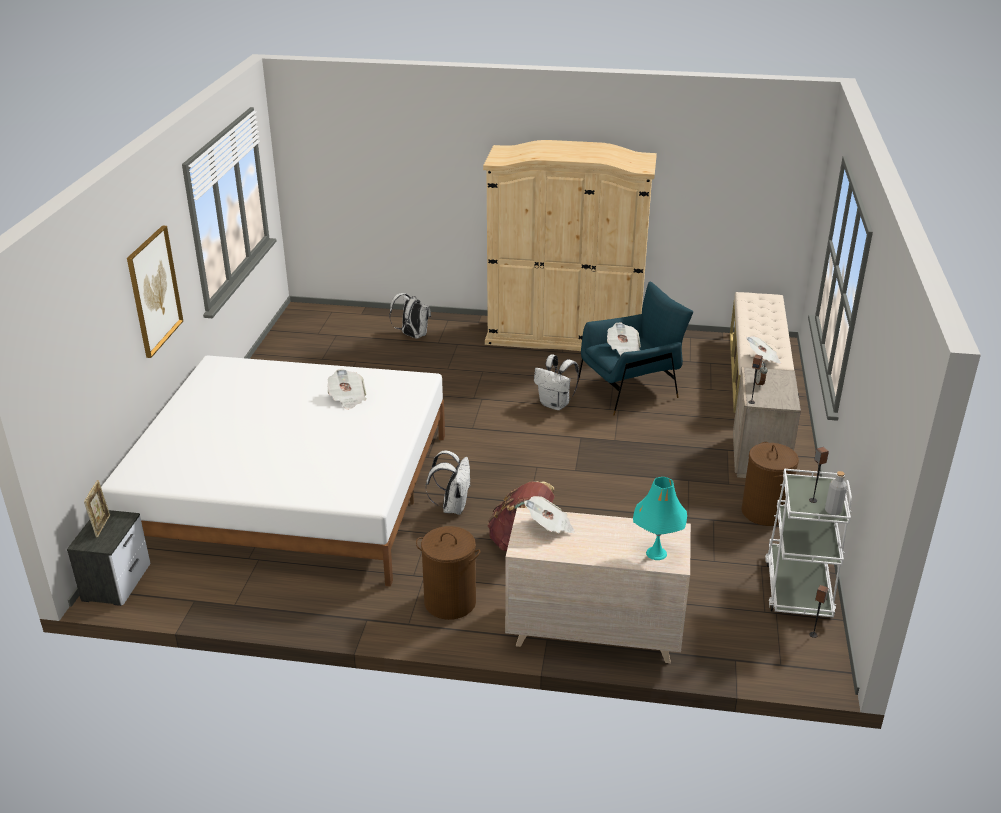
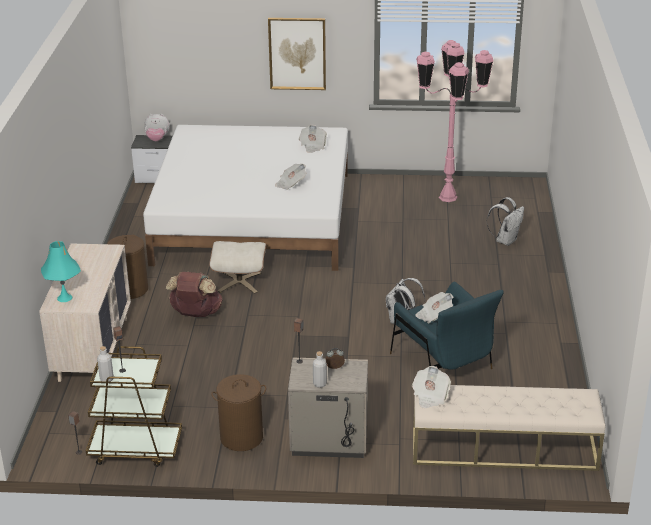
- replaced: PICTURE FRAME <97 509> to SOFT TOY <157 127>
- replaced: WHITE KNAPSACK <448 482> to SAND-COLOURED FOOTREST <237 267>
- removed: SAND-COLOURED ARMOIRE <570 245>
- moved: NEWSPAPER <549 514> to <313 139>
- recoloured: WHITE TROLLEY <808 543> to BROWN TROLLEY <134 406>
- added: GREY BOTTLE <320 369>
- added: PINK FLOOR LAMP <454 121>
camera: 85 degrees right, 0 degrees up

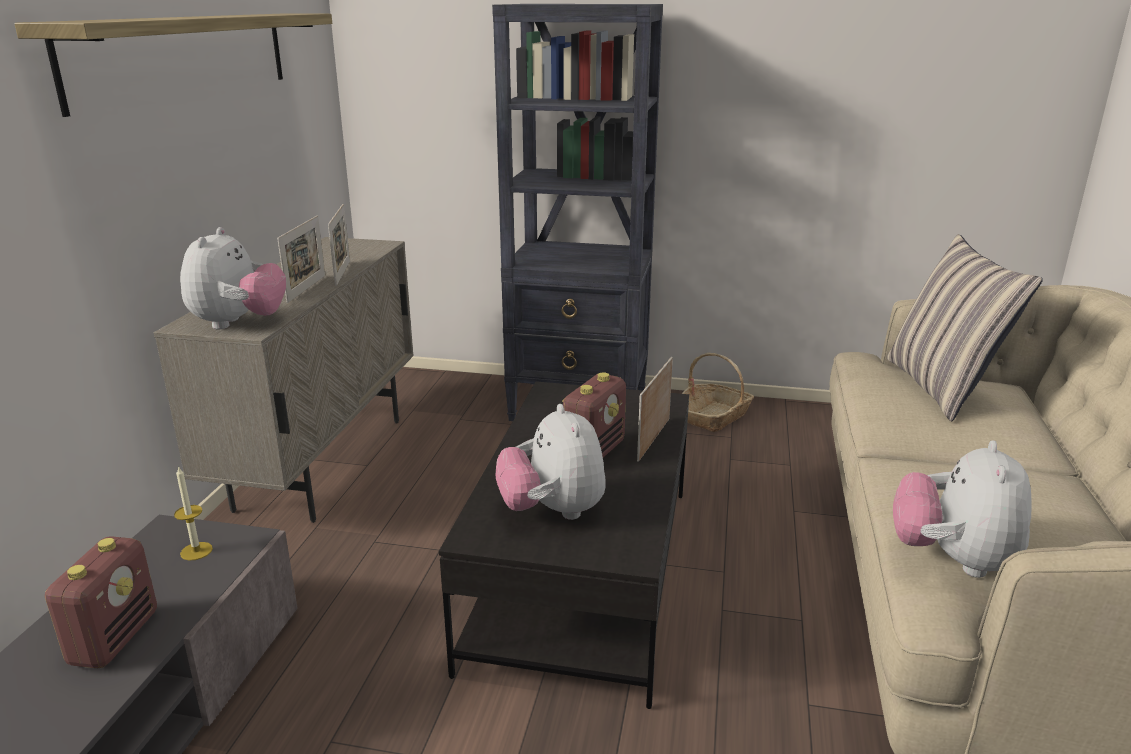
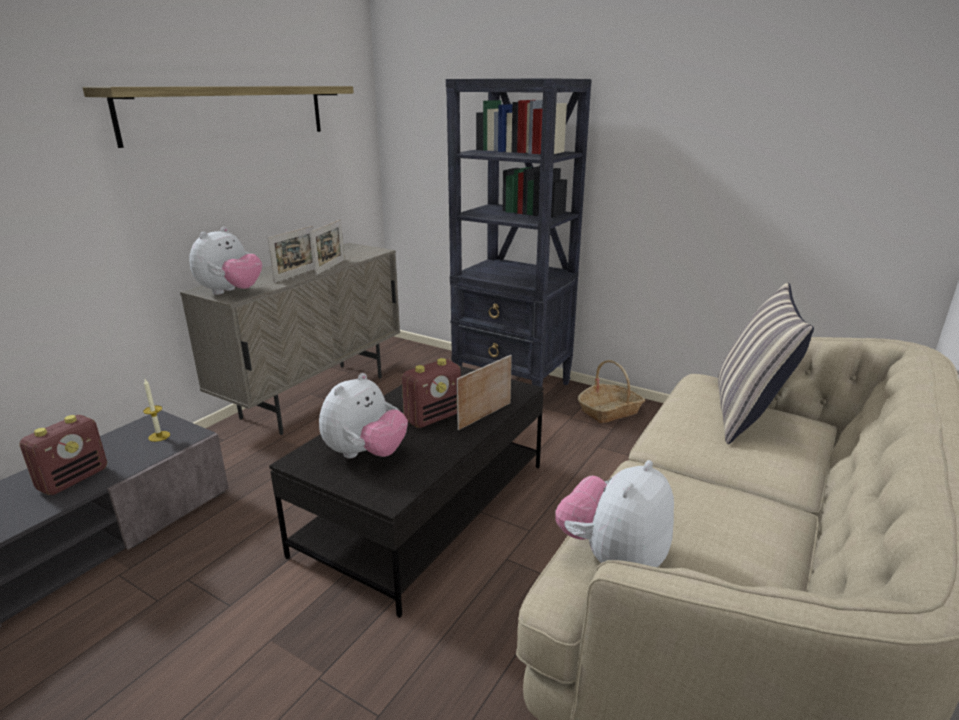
- turned: SOFT TOY <551 462> = <363 416> 150 degrees counterclockwise
camera: 20 degrees right, 0 degrees up

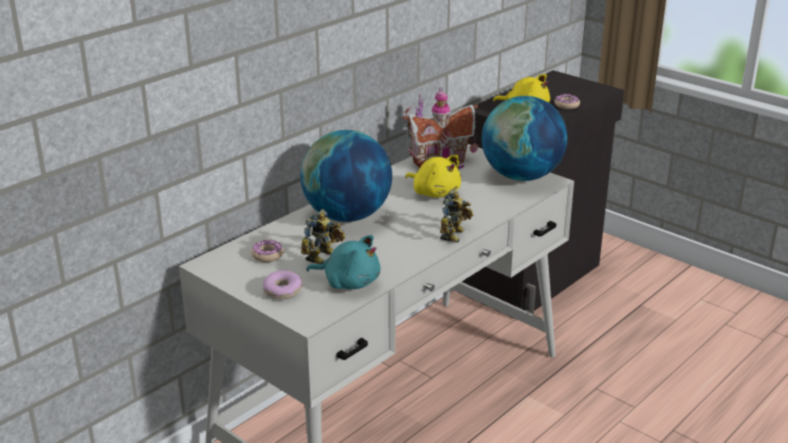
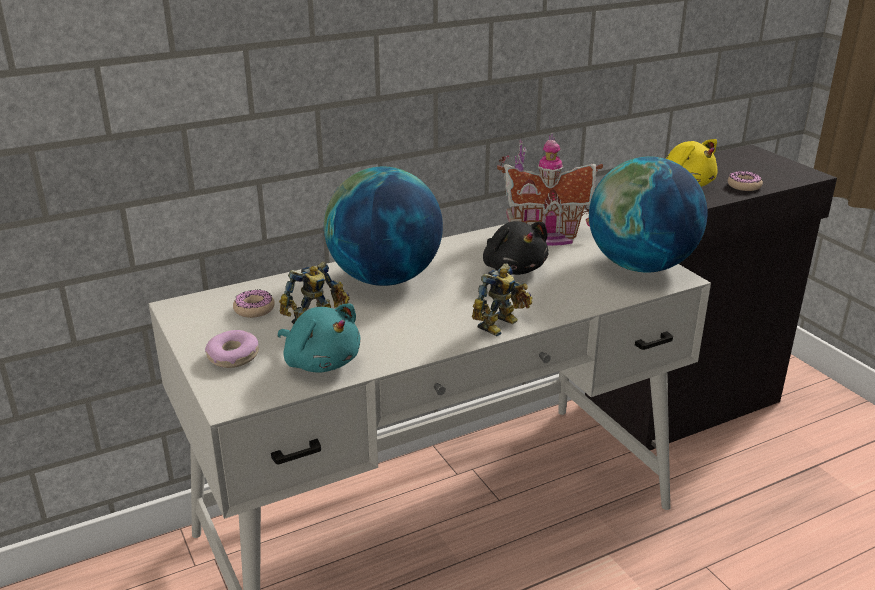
- recoloured: YELLOW-COLOURED SOFT TOY <433 176> to BLACKISH SOFT TOY <516 248>
camera: 20 degrees right, 0 degrees up

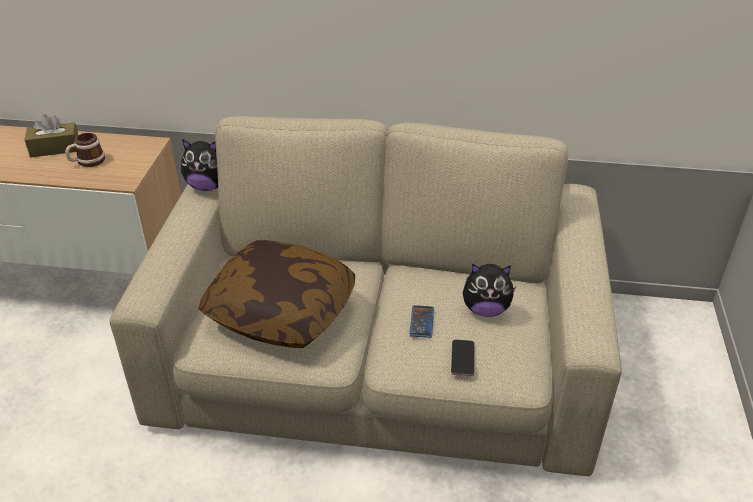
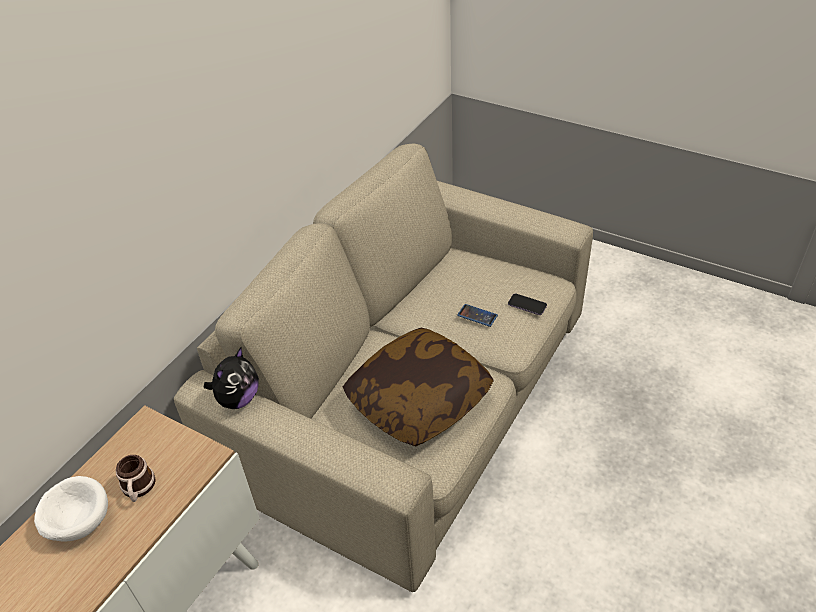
- replaced: BROWN TISSUE BOX <51 135> to WHITE DEEP DISH <71 509>
- removed: SOFT TOY <489 290>
camera: 65 degrees left, 5 degrees up

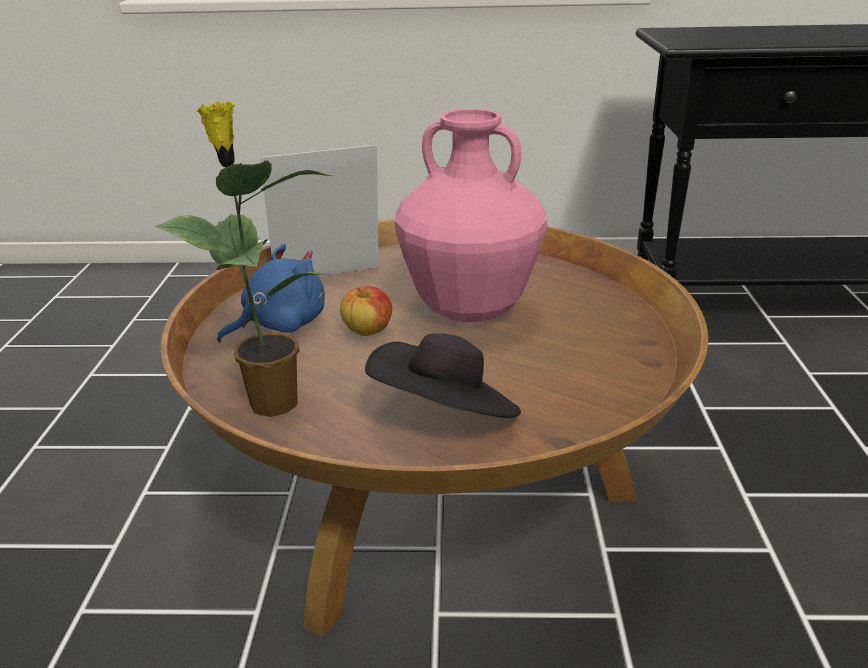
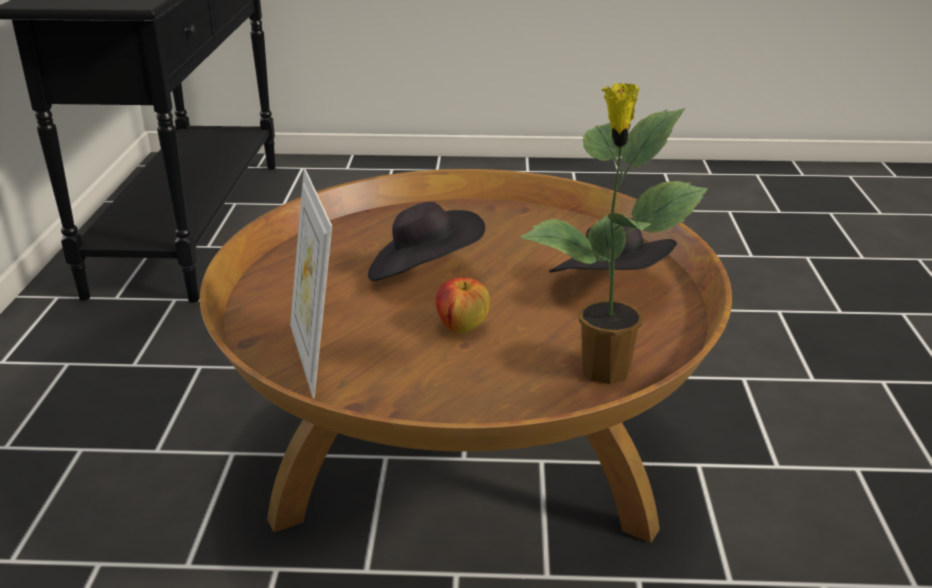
- removed: BLUE SOFT TOY <271 293>
- replaced: PINK VASE <471 215> to BLACKISH CLOTHING HAT <426 241>
camera: 90 degrees left, 0 degrees up

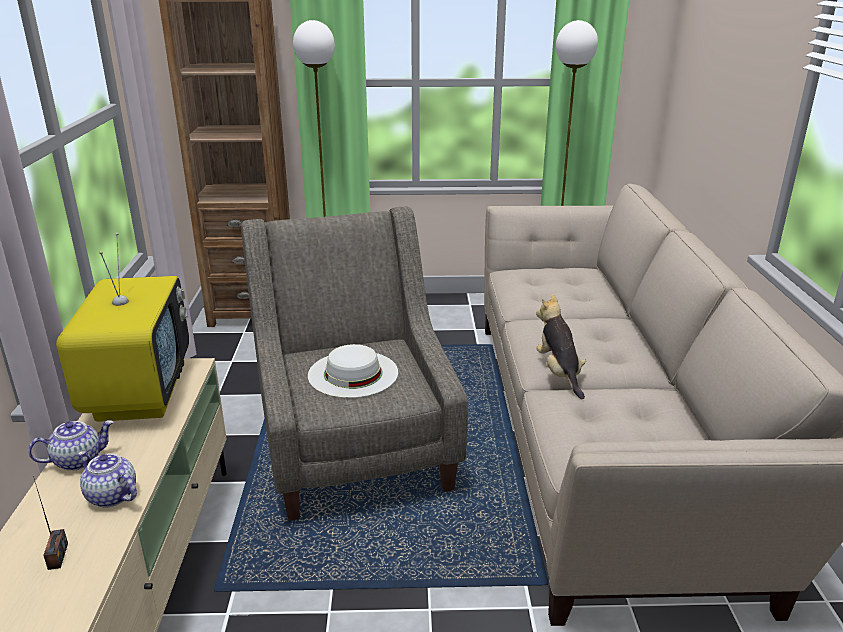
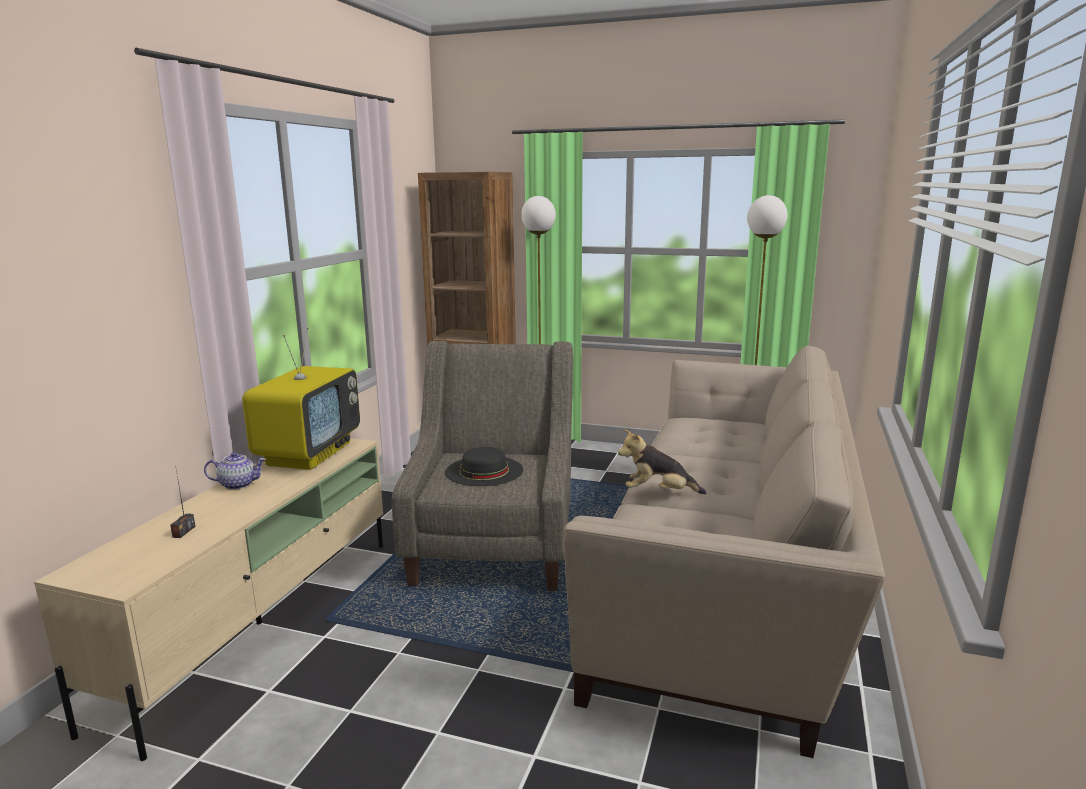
- removed: TEA POT <107 479>
- recoloured: WHITE CLOTHING HAT <353 371> to BLACKISH CLOTHING HAT <484 466>
- turned: SOFT TOY <561 346> = <662 461> 90 degrees counterclockwise
camera: 20 degrees right, 10 degrees down

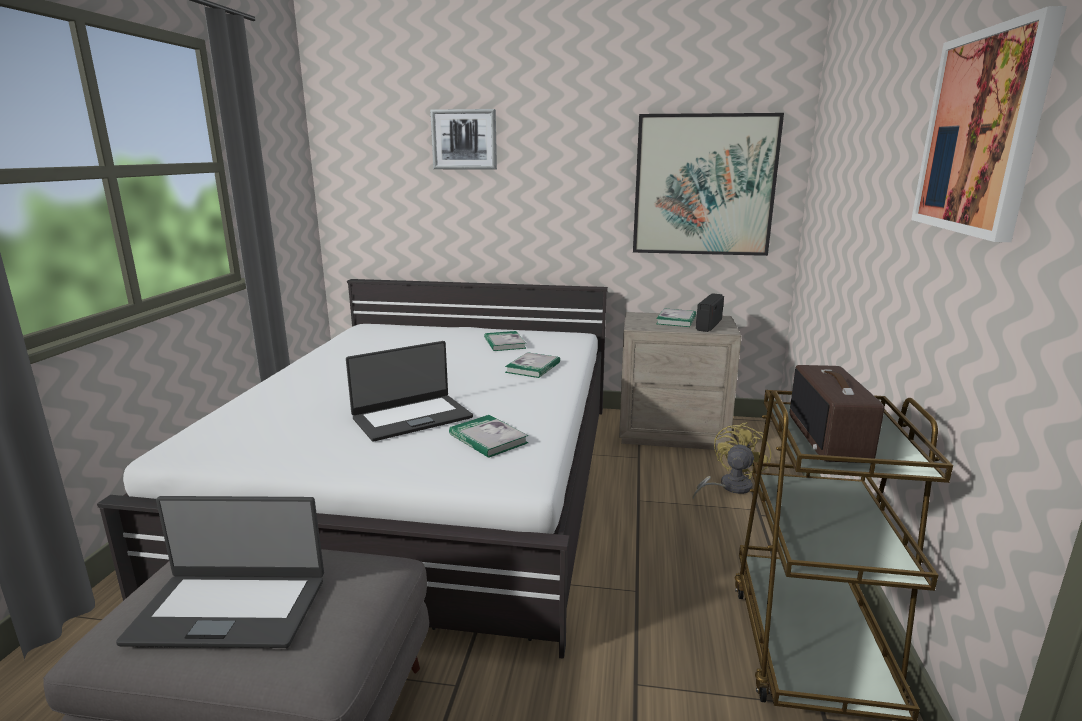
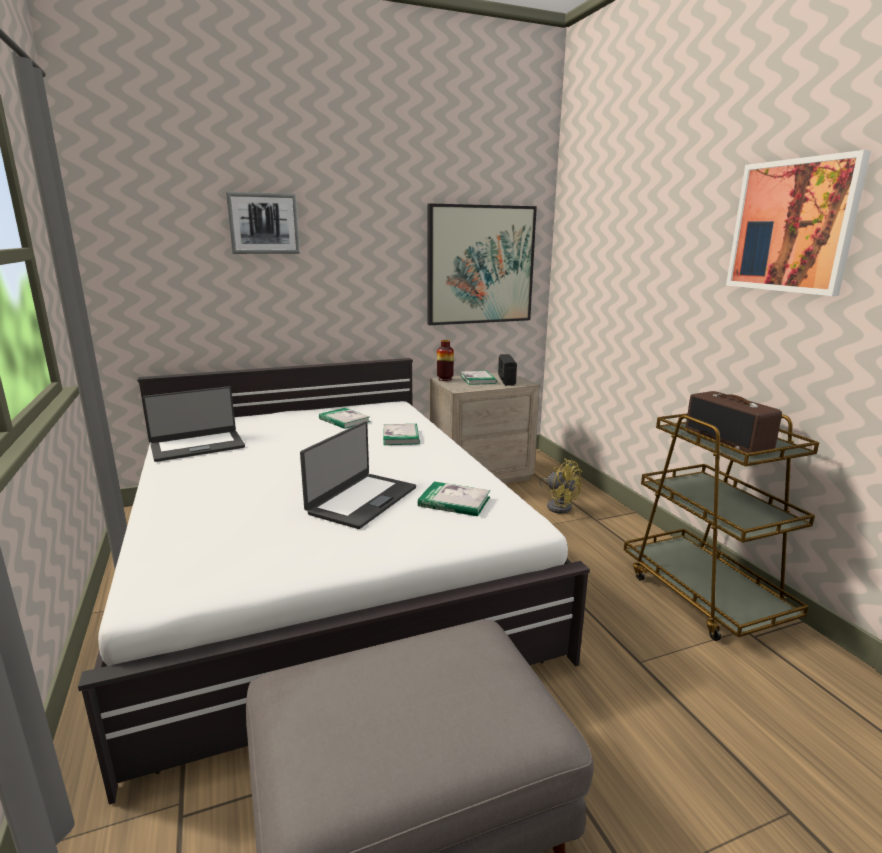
- moved: NOTEBOOK COMPUTER <220 572> to <194 424>
- turned: YELLOW-COLOURED COOLING FAN <731 460> = <560 485> 135 degrees clockwise
- added: VASE <445 360>
camera: 30 degrees left, 0 degrees up

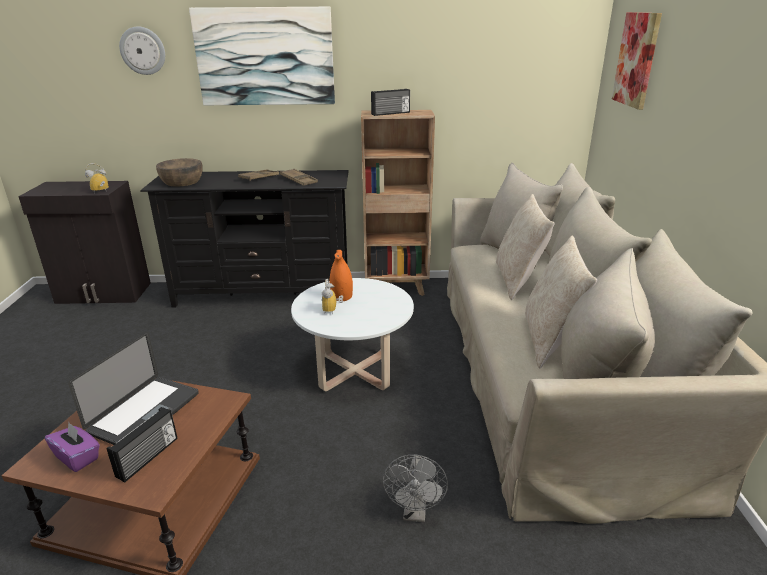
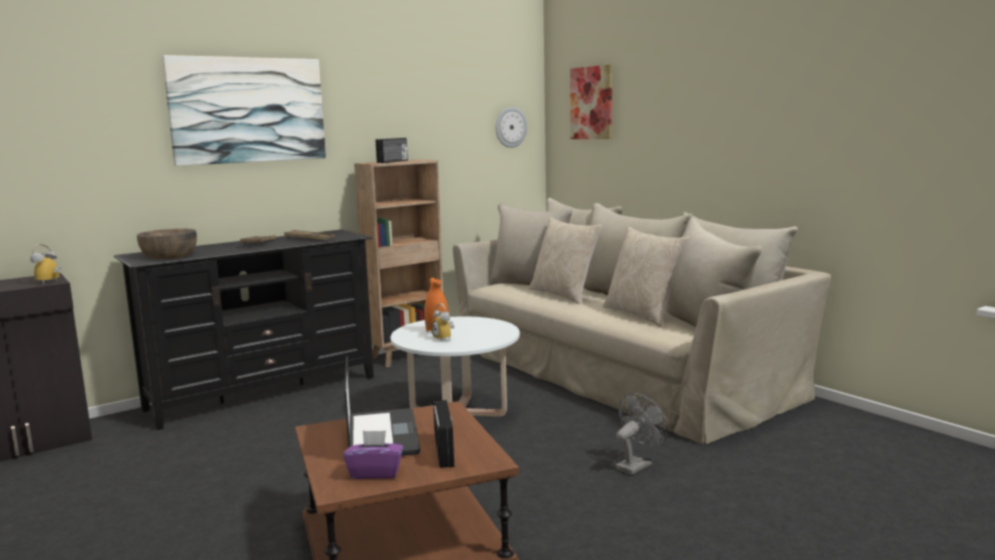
- moved: CLOCK ON THE WALL <142 50> to <511 127>
- turned: GREY COOLING FAN <415 488> = <642 434> 105 degrees counterclockwise
camera: 35 degrees left, 15 degrees down

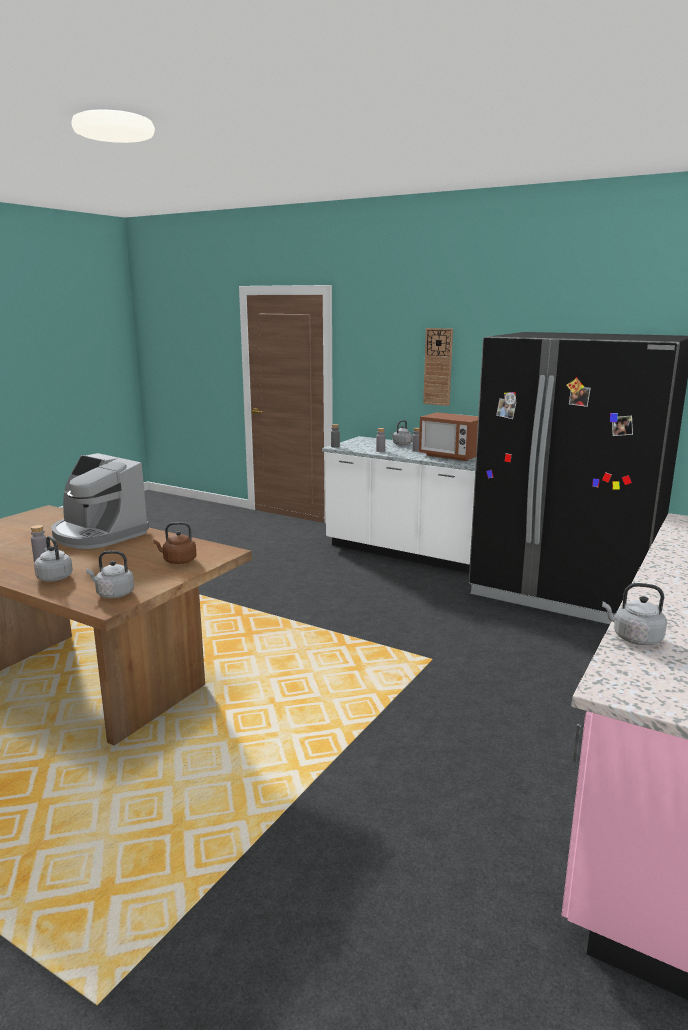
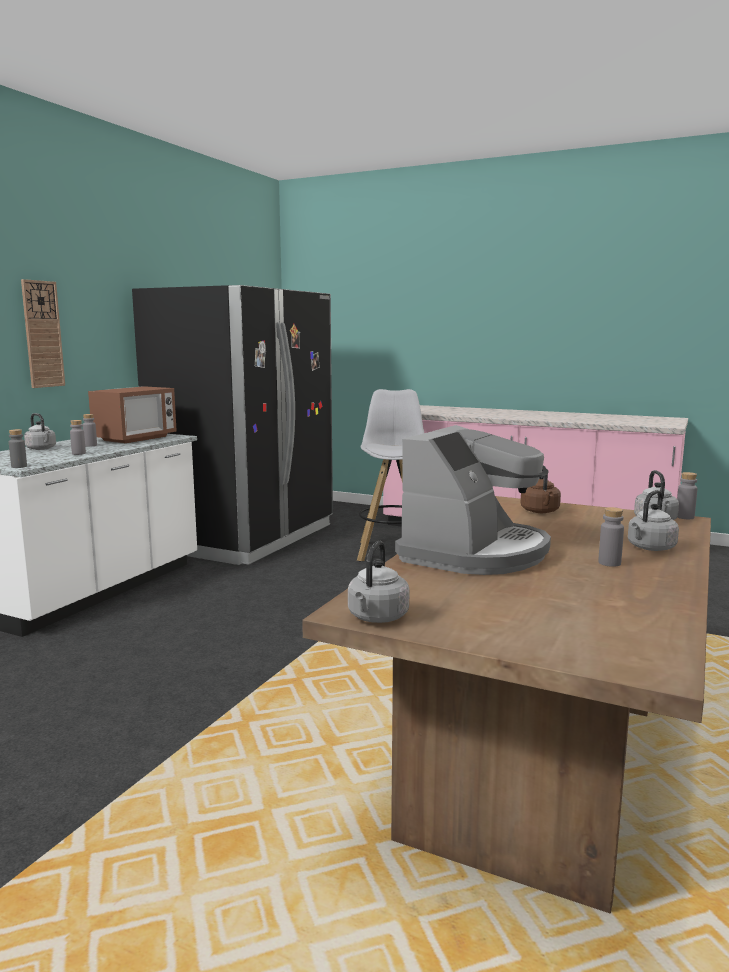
- moved: GREY KETTLE <634 614> to <379 582>
- added: WHITE STOOL <390 475>
- added: GREY BOTTLE <687 495>
camera: 95 degrees left, 5 degrees down

